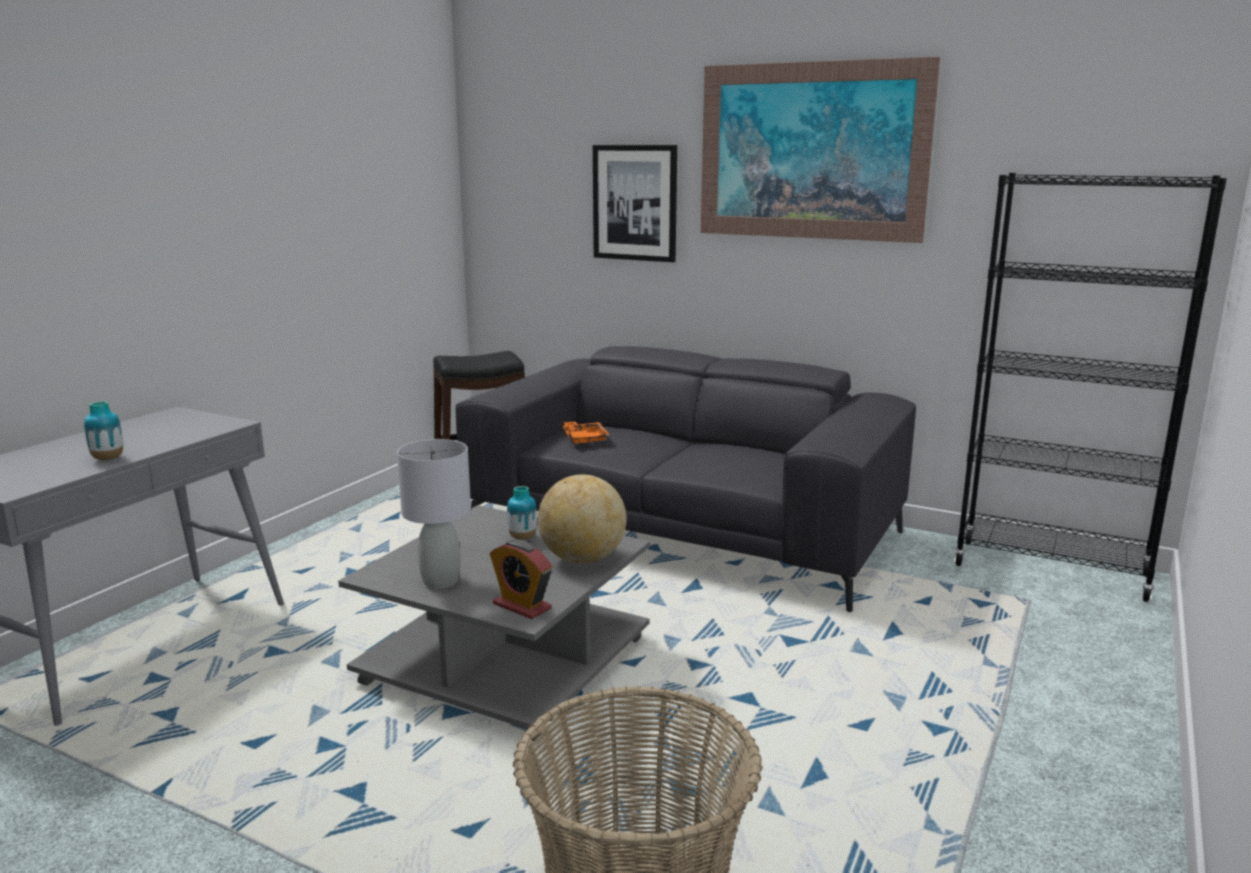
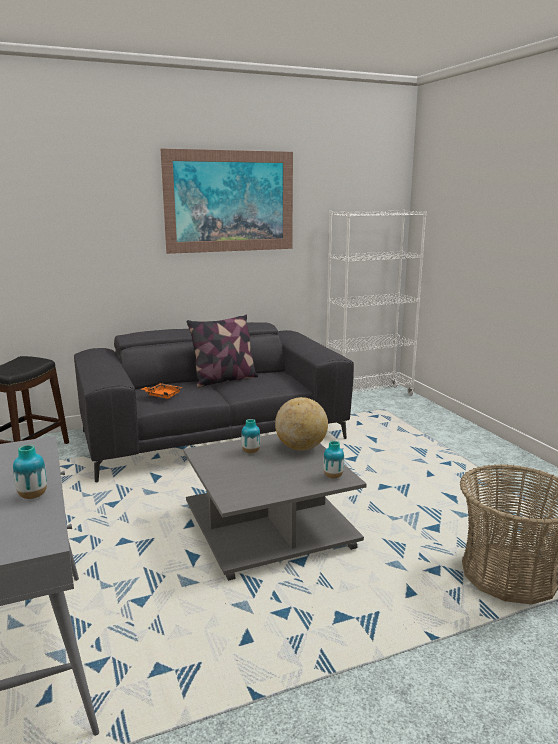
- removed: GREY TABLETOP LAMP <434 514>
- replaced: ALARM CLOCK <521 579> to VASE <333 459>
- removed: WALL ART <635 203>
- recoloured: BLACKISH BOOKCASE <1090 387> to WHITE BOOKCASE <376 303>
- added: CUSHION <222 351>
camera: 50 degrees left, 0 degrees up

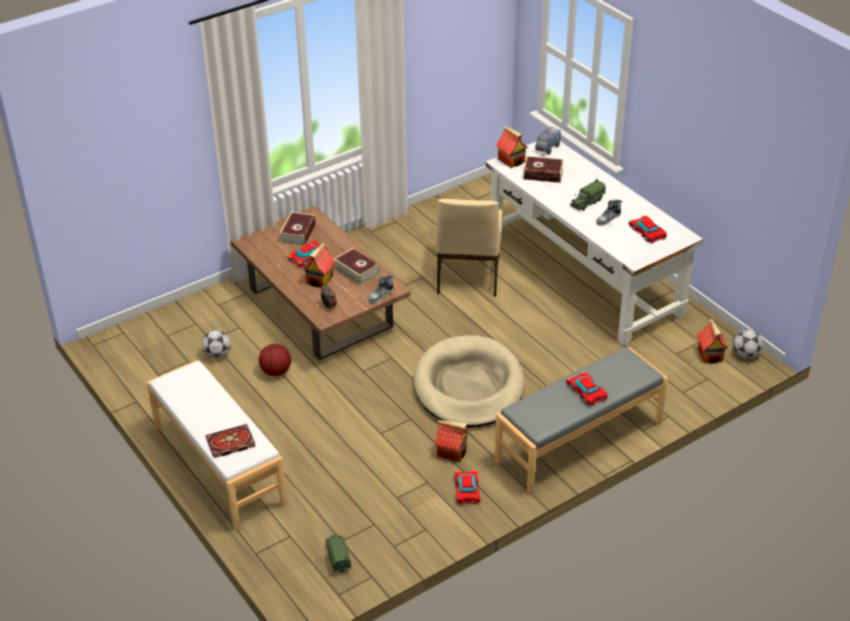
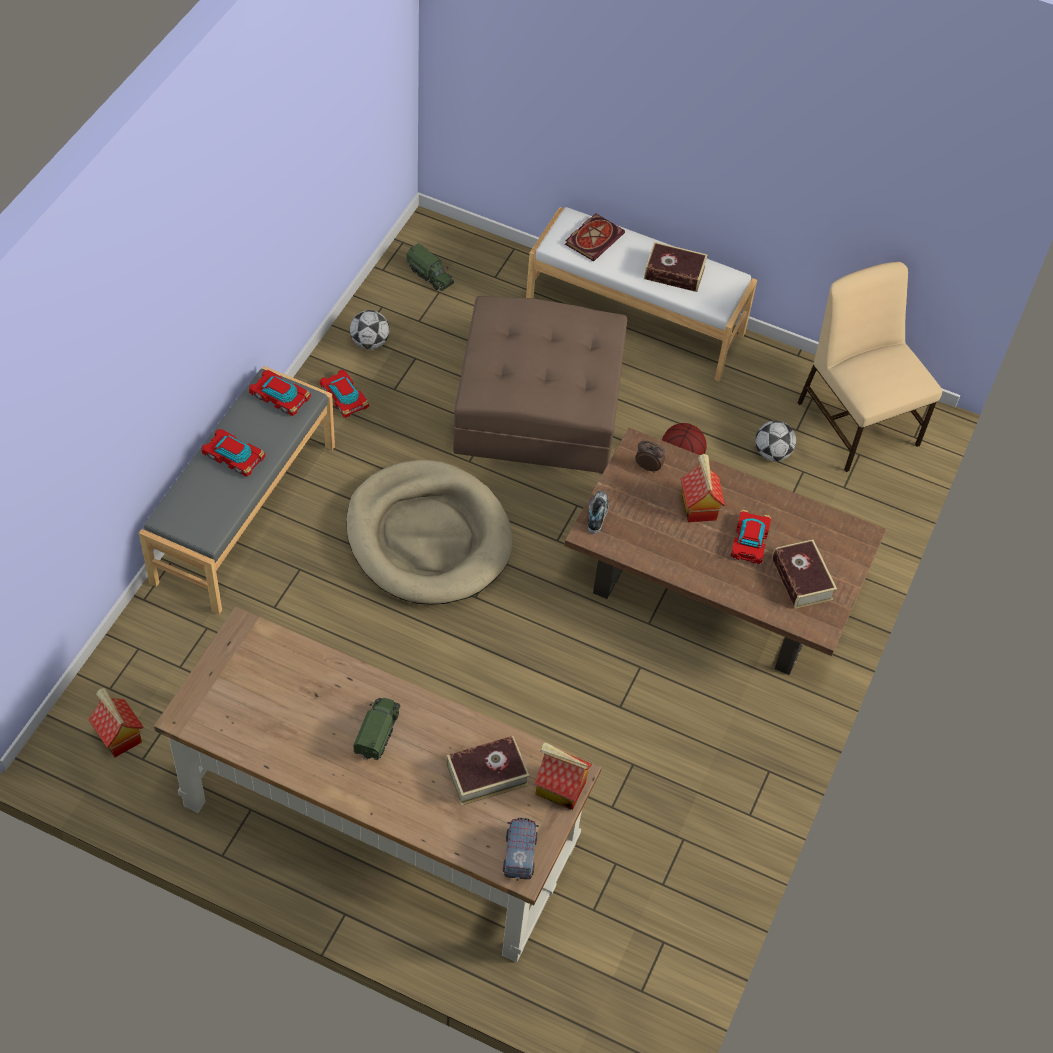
- moved: BOOK <357 267> to <676 267>
- removed: MODEL HOUSE <451 441>
- moved: SAND-COLOURED UPRIGHT CHAIR <469 248> to <869 367>
- recoloured: WHITE DESK <594 243> to BROWN DESK <378 784>
- removed: ITEM OF FOOTWEAR <609 213>
- moved: TOY CAR <648 229> to <280 393>
- moved: BALL FOR FOOTBALL <748 343> to <369 330>
- added: BROWN FOOTREST <540 384>
camera: 145 degrees right, 15 degrees up

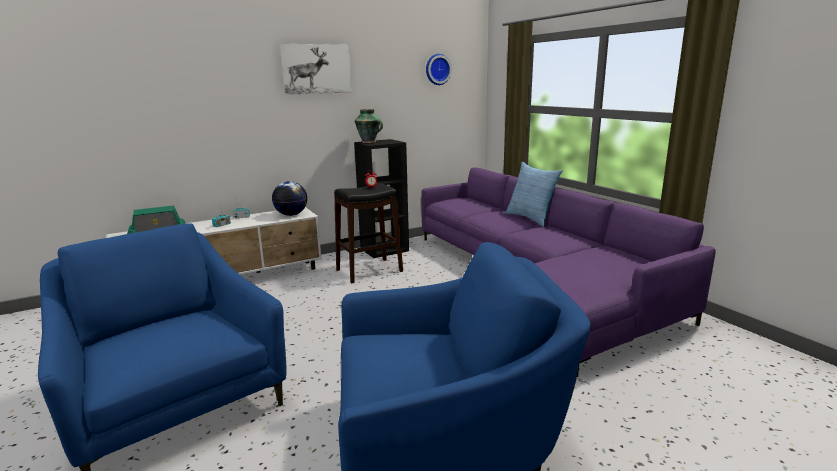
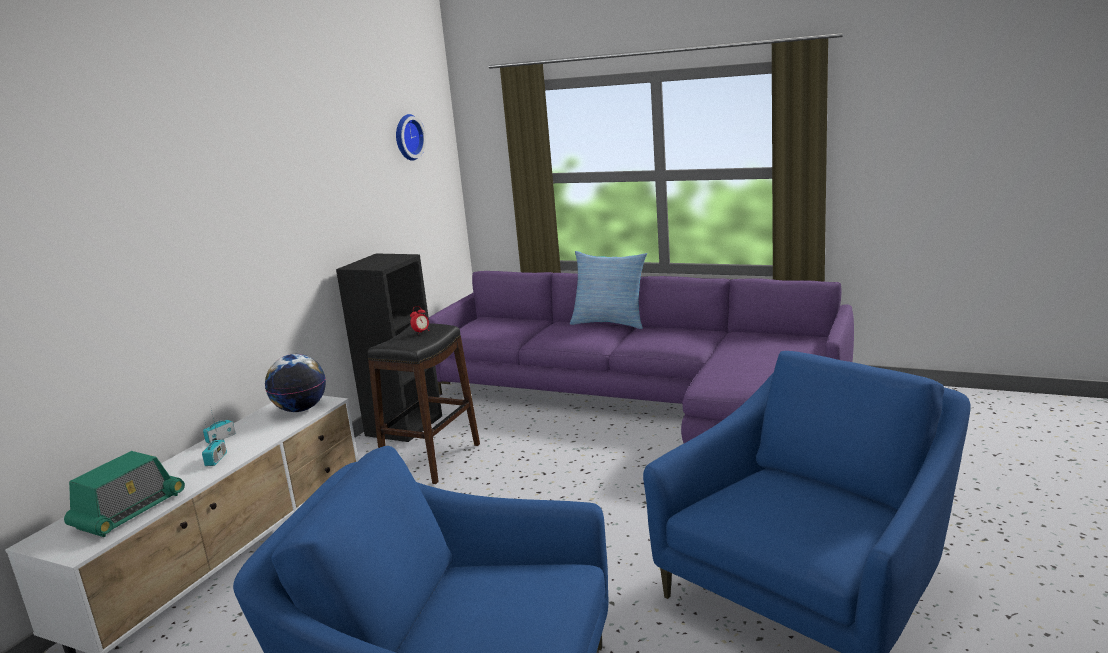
- removed: WALL ART <316 69>
- removed: VASE <369 126>
camera: 35 degrees left, 0 degrees up

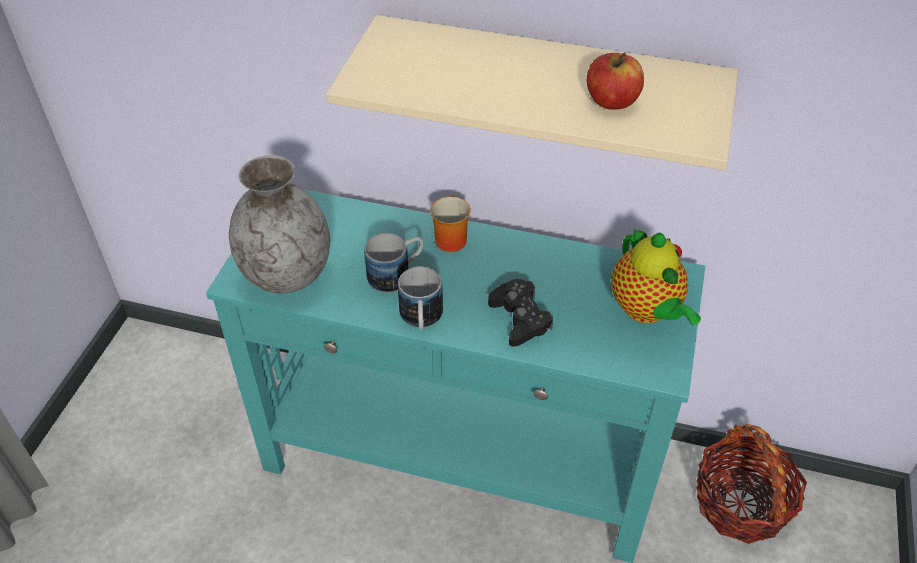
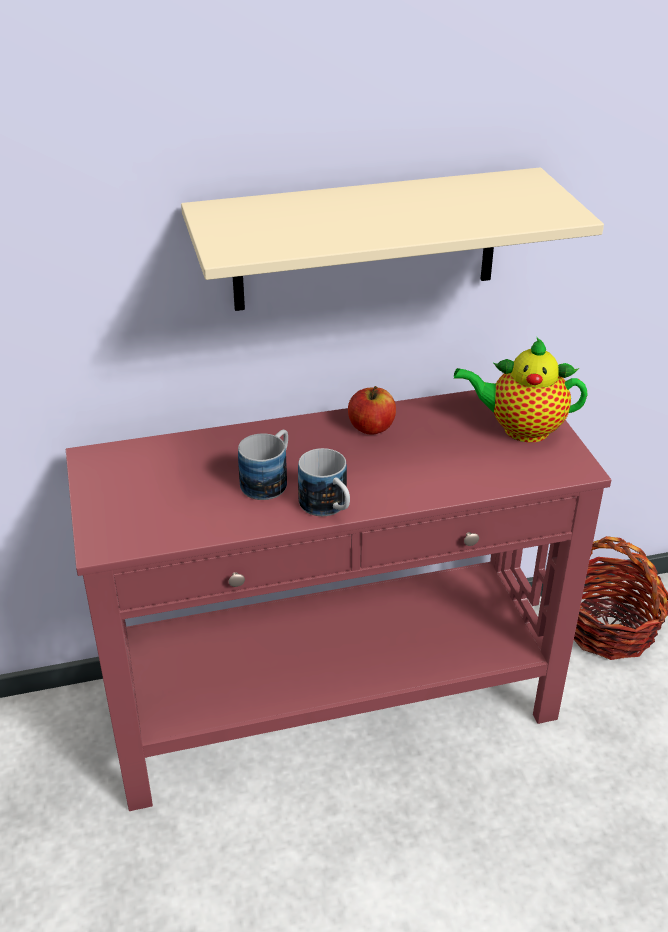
- recoloured: BLUE-GREEN HALL TABLE <455 376> to RED HALL TABLE <338 600>
- removed: GREY VASE <279 224>
- removed: COFFEE MUG <450 223>
- removed: BLACKISH GAME CONTROLLER <520 313>
- moved: APPLE FRUIT <615 81> to <372 410>
- turned: TEA POT <656 277> = <521 389> 150 degrees clockwise
camera: 30 degrees left, 10 degrees down

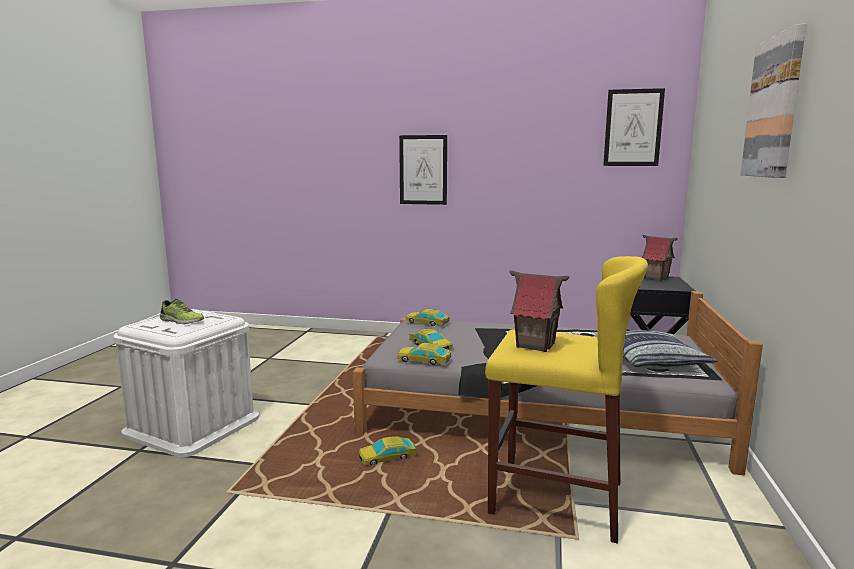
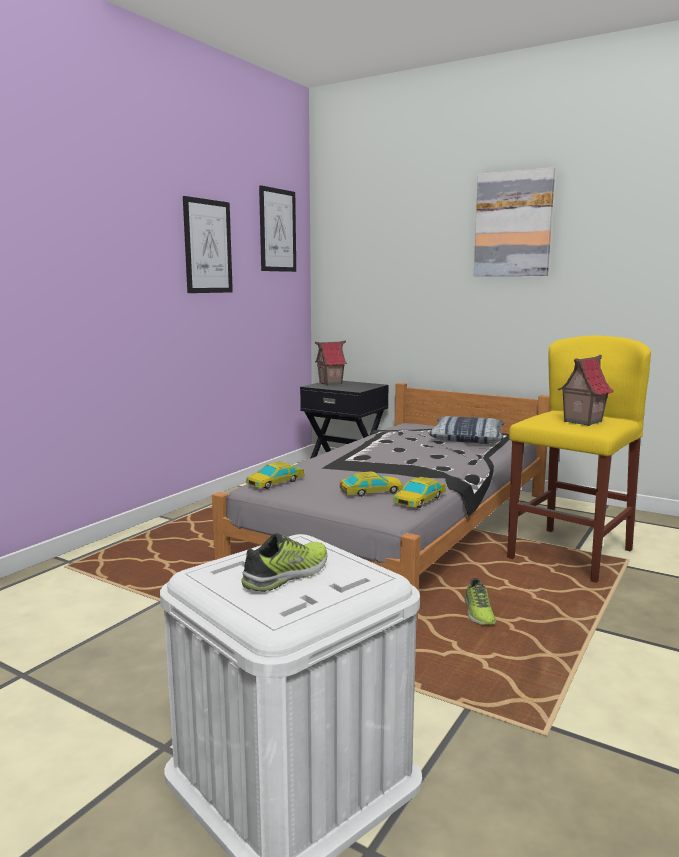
- replaced: TOY CAR <388 450> to ITEM OF FOOTWEAR <480 601>
- moved: WALL ART <423 170> to <208 244>
camera: 70 degrees left, 0 degrees up

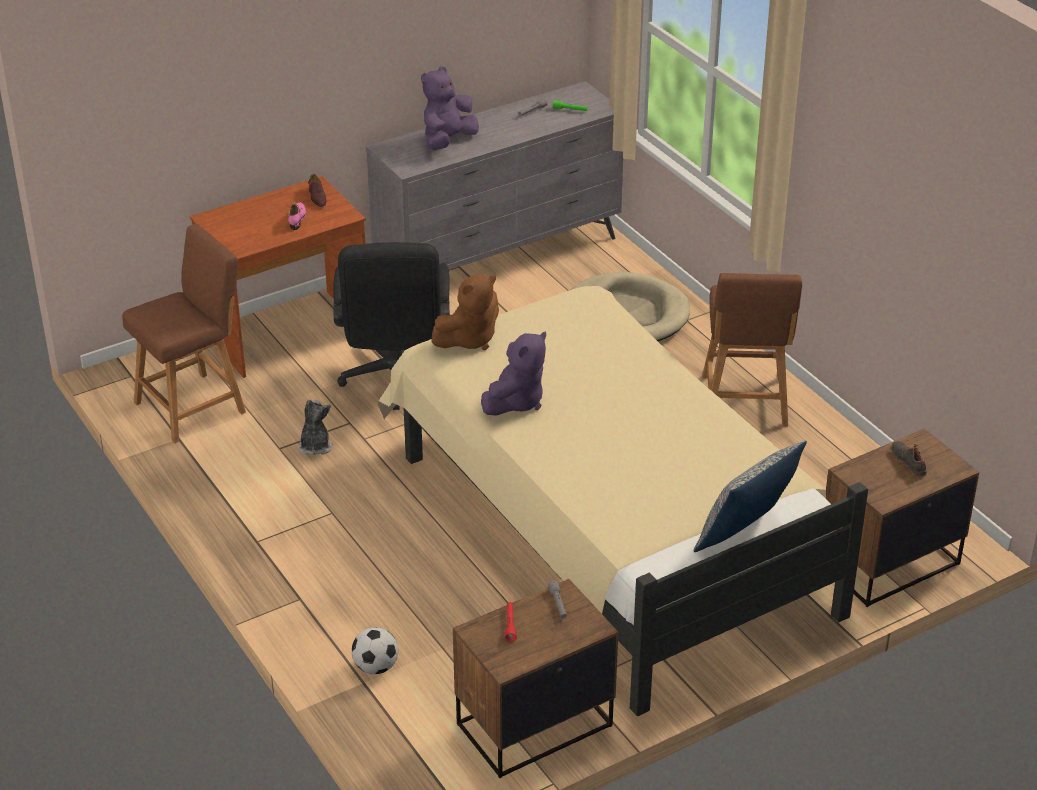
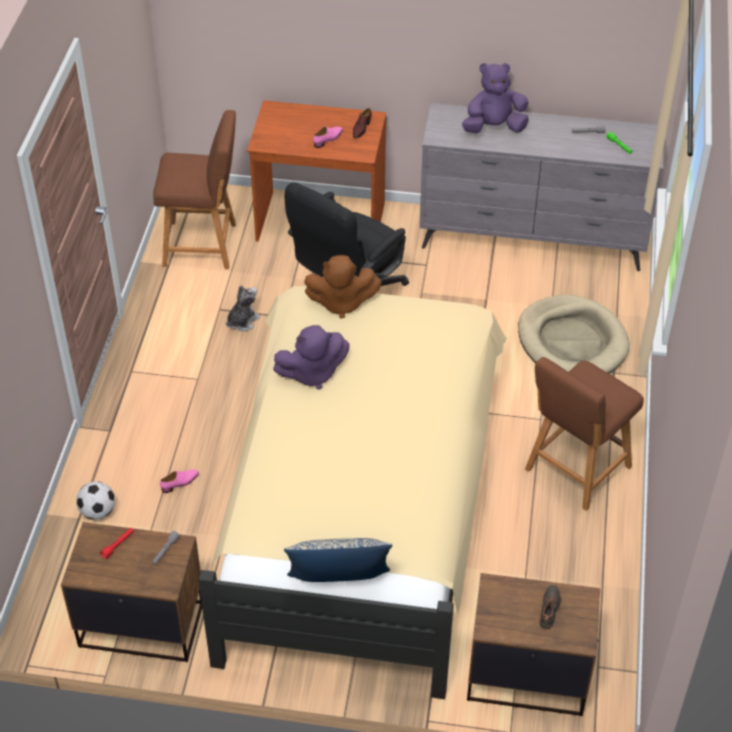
- added: PINK ITEM OF FOOTWEAR <179 481>
camera: 40 degrees right, 10 degrees up

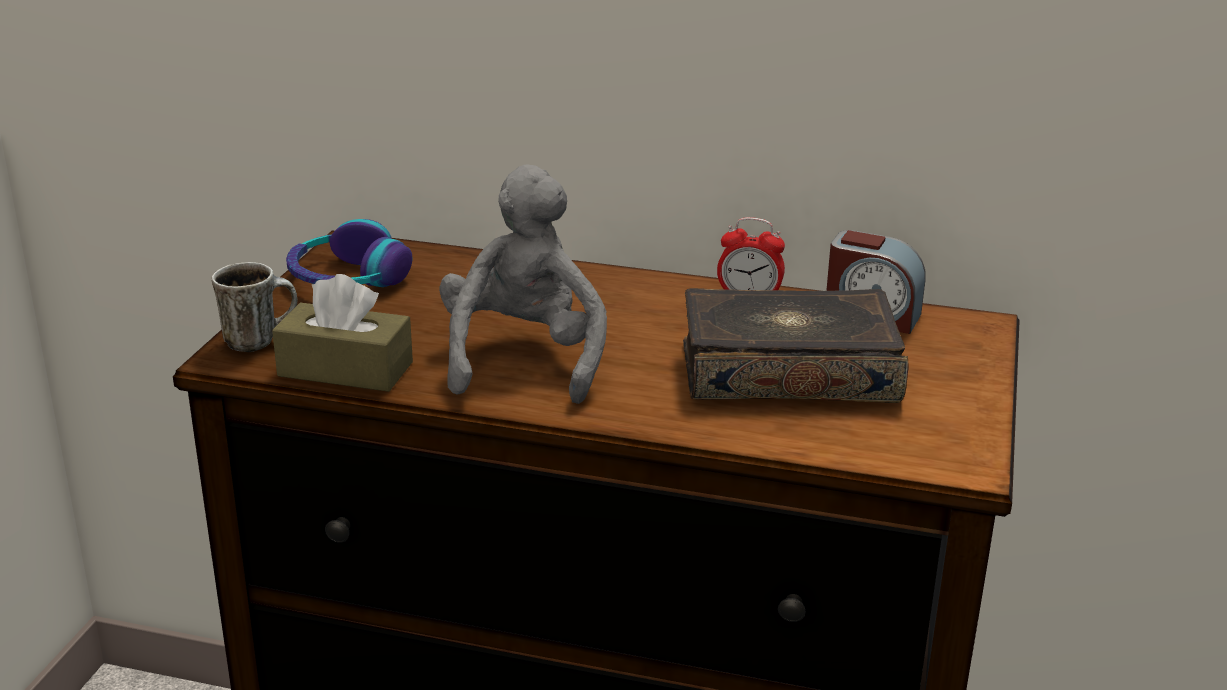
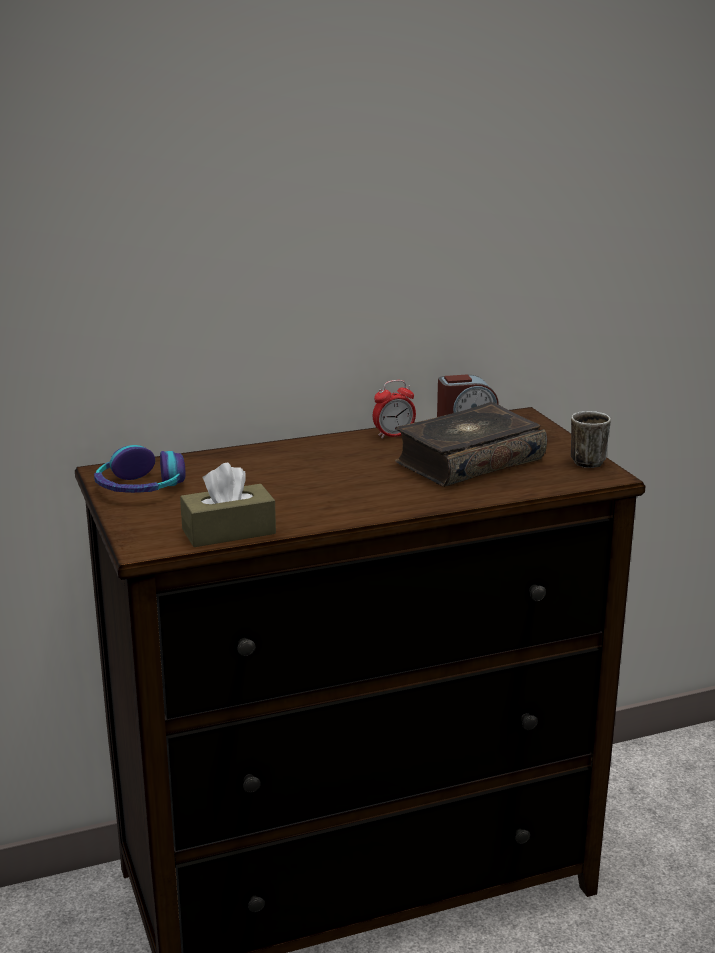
- moved: COFFEE MUG <255 307> to <591 439>
- removed: GREY SOFT TOY <523 284>
camera: 35 degrees left, 5 degrees down

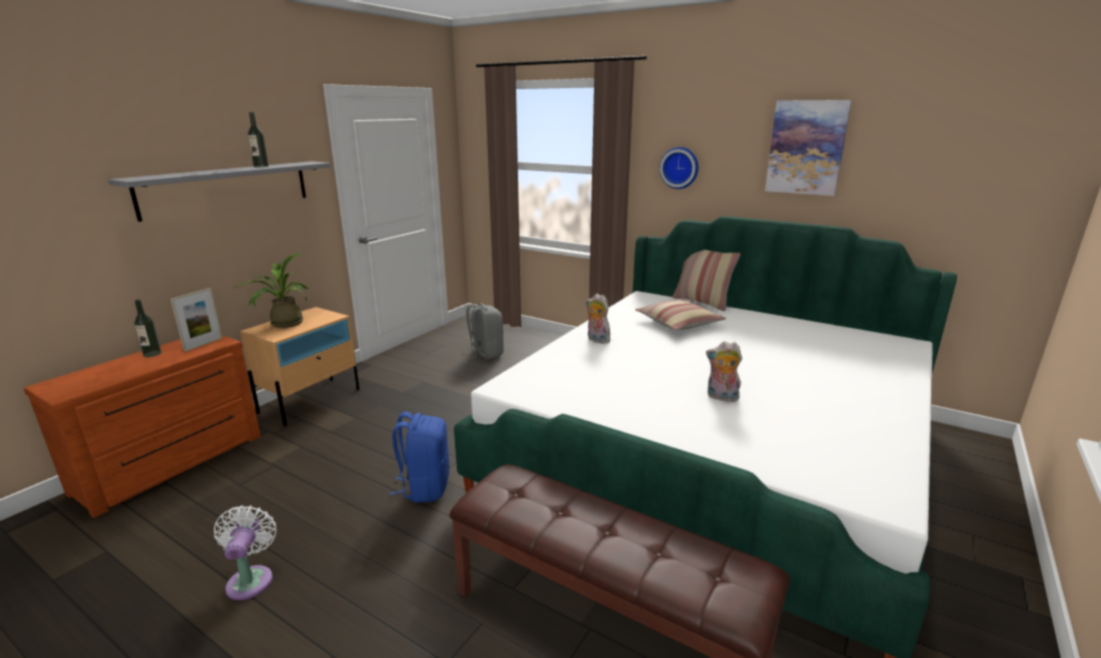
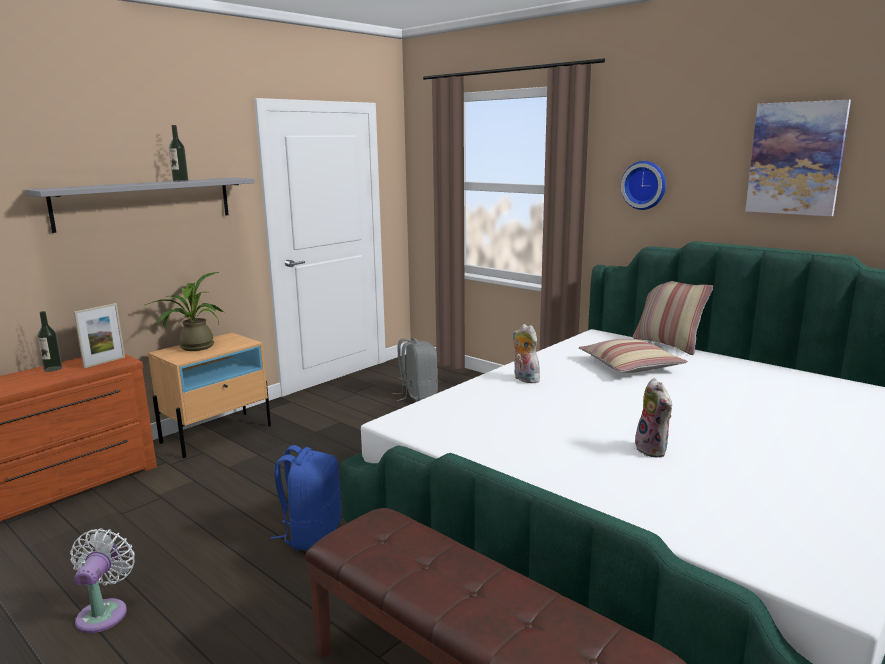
- turned: SOFT TOY <724 371> = <653 418> 135 degrees counterclockwise
camera: 10 degrees right, 5 degrees down

